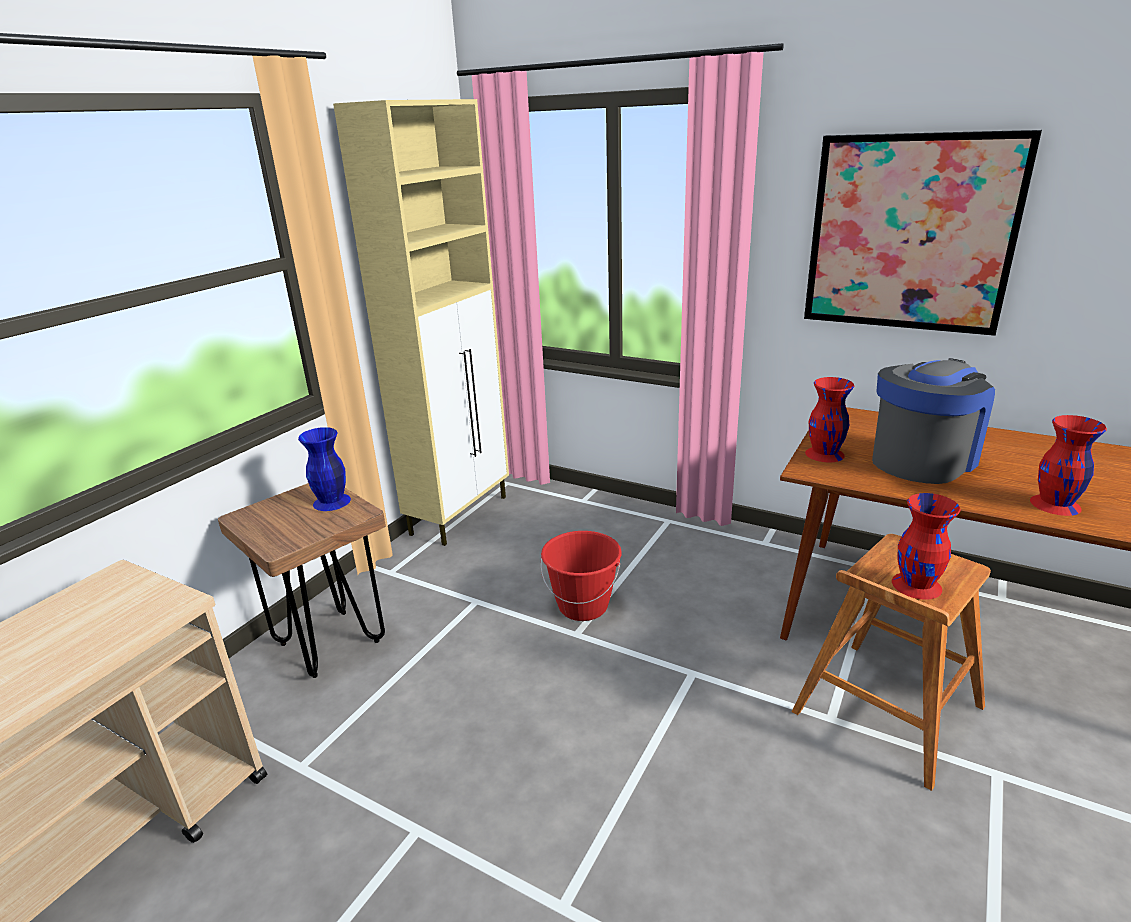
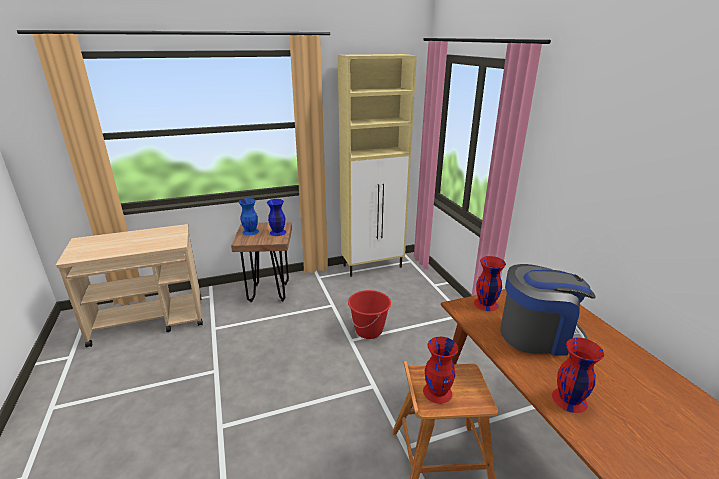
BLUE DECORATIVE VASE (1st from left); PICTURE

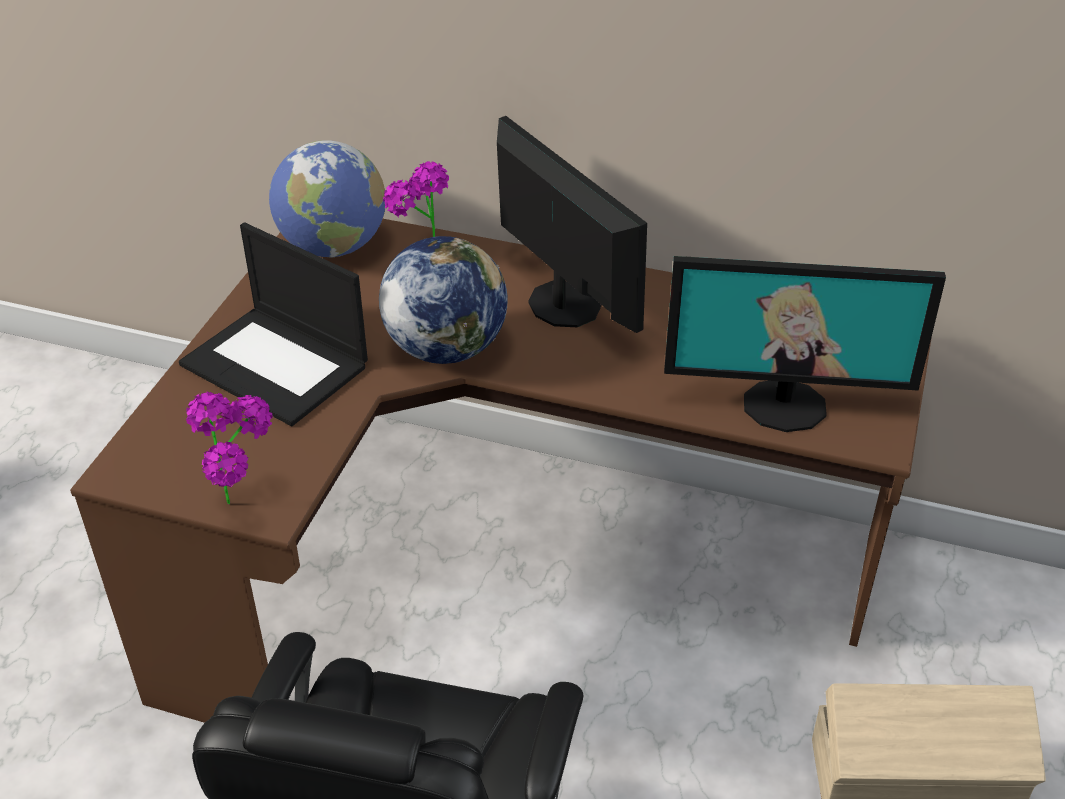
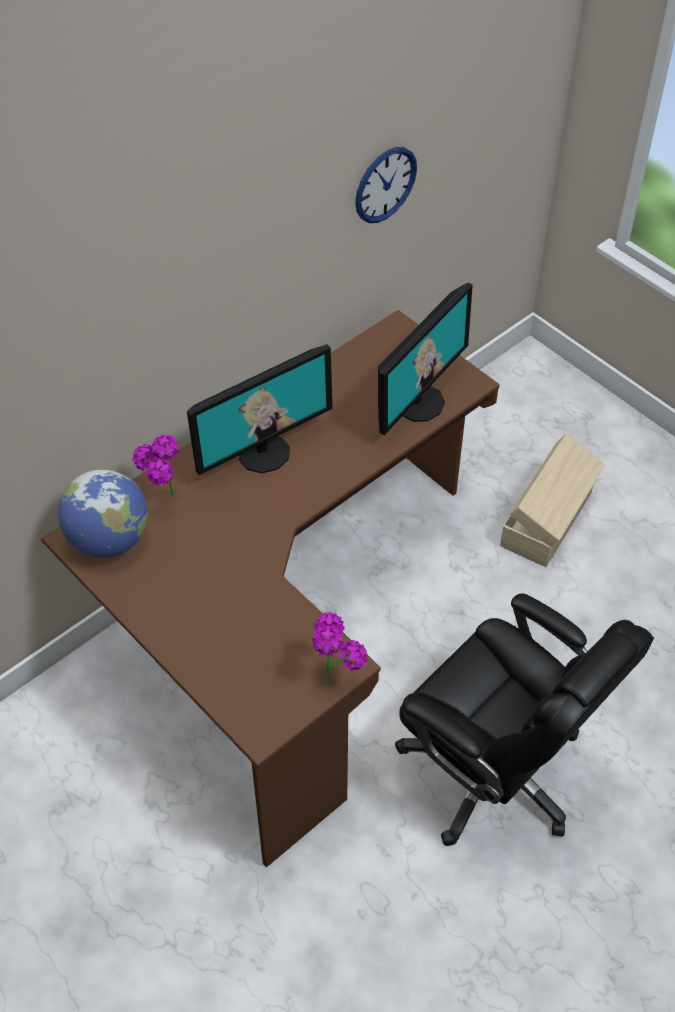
COMPUTER SCREEN (1st from left); WALL CLOCK; LAPTOP; DESK GLOBE (2nd from left in the first image)

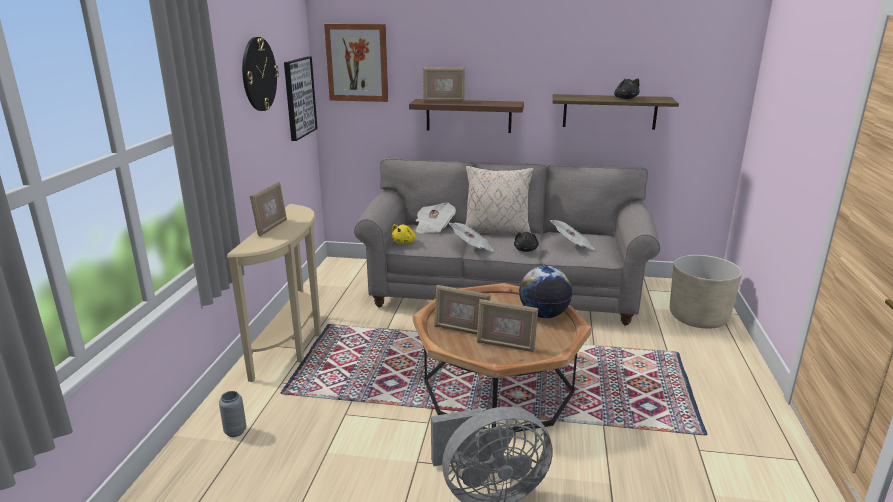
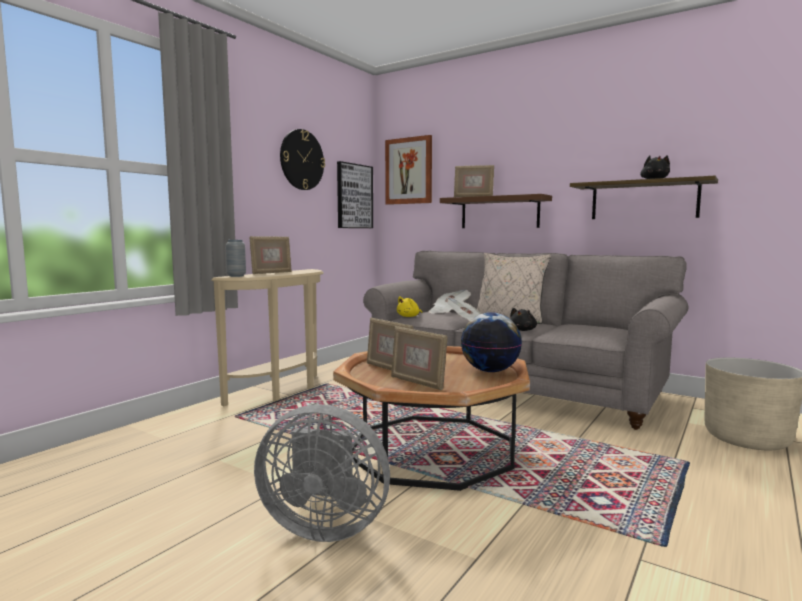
GRAY DECORATIVE VASE; PRINTED PAPER (3rd from left in the first image)

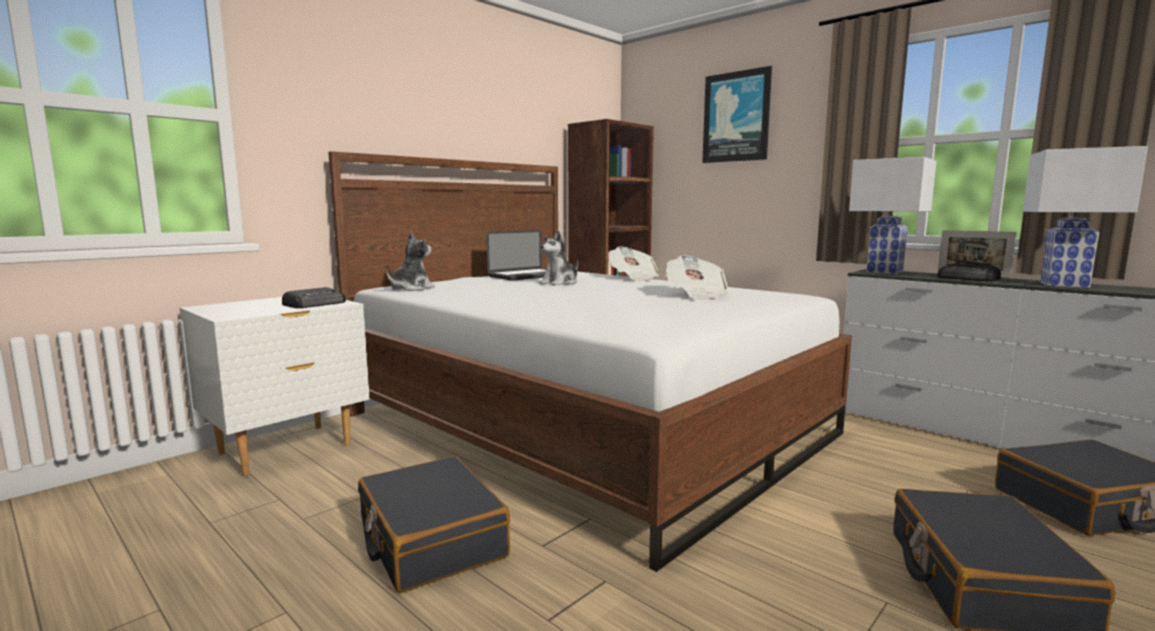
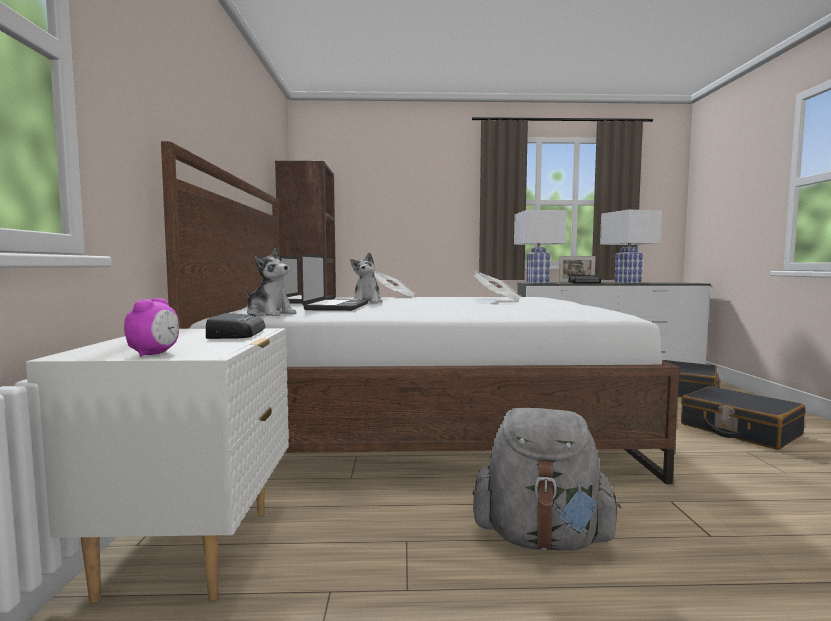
BEDSIDE CLOCK; PLUSH TOY (1st from left); LAPTOP (2nd from left); GRAY KNAPSACK; PICTURE

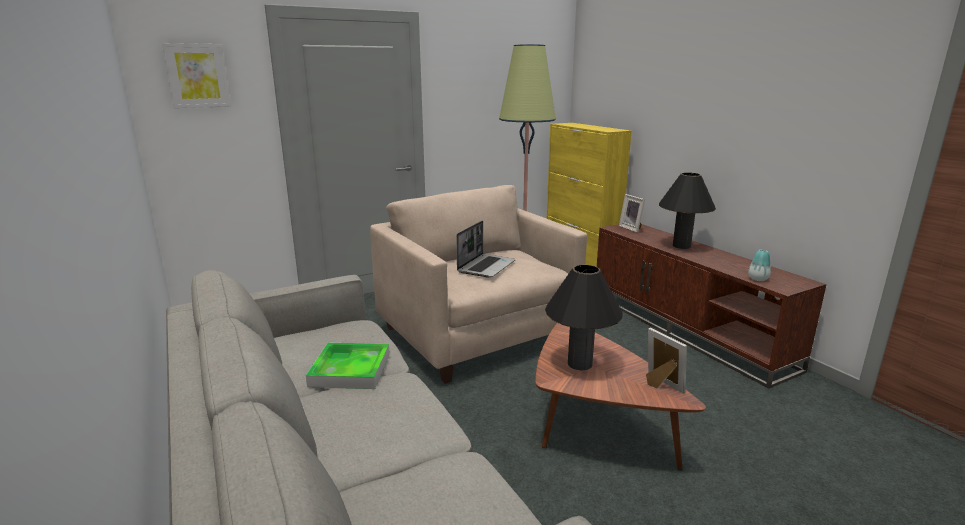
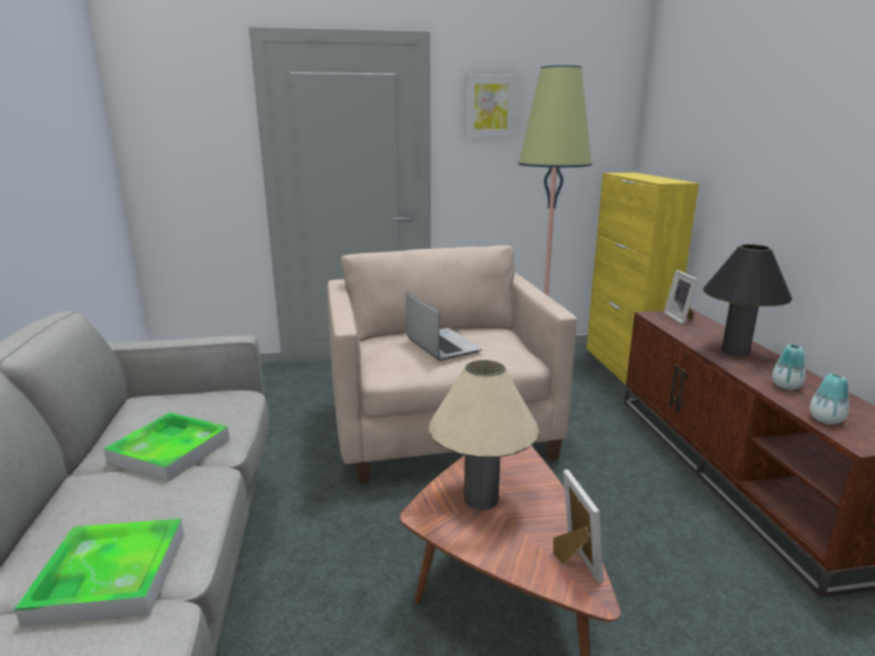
TRAY (1st from left); LAPTOP; BEIGE TABLE LAMP; PICTURE; DECORATIVE VASE (1st from left)

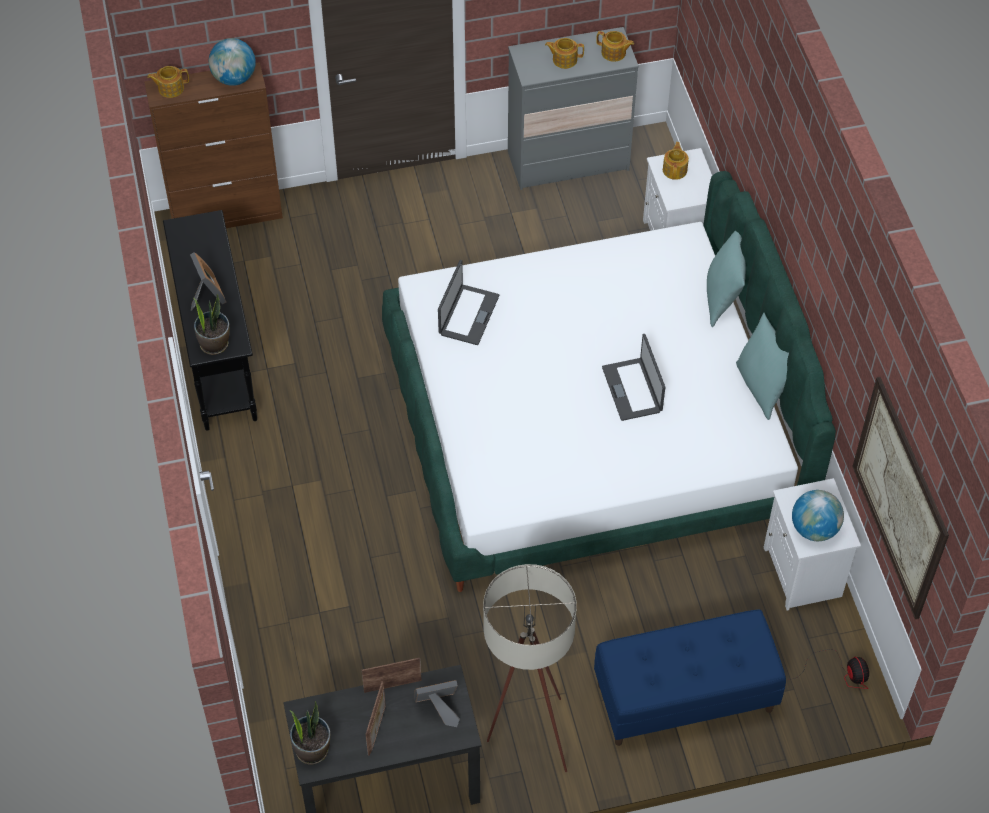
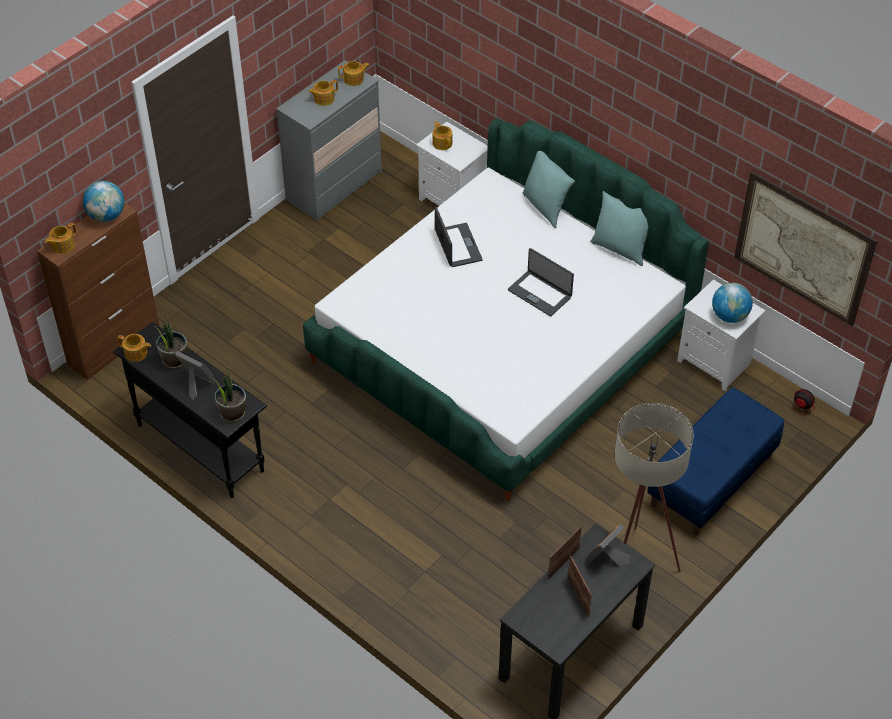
TEAPOT (2nd from left); HOUSEPLANT (1st from left); LAPTOP (1st from left)

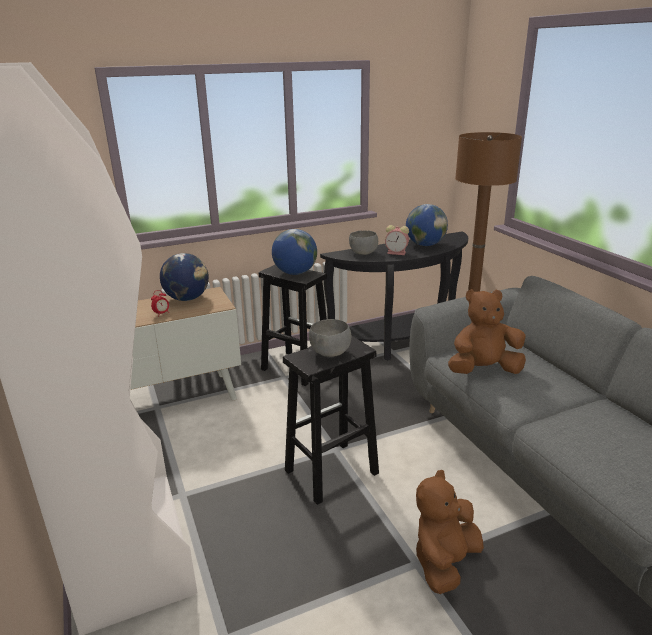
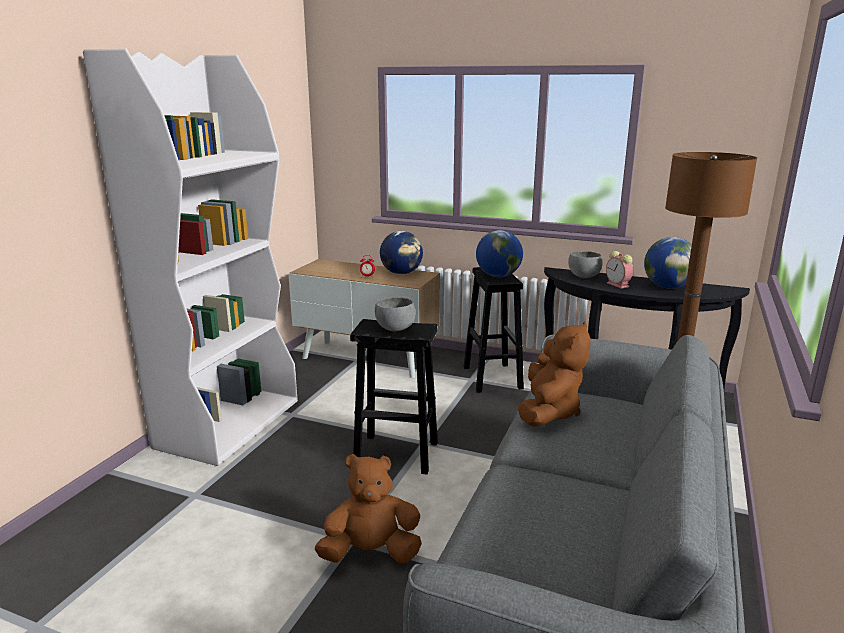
BROWN-COLOURED PLUSH TOY (2nd from left)

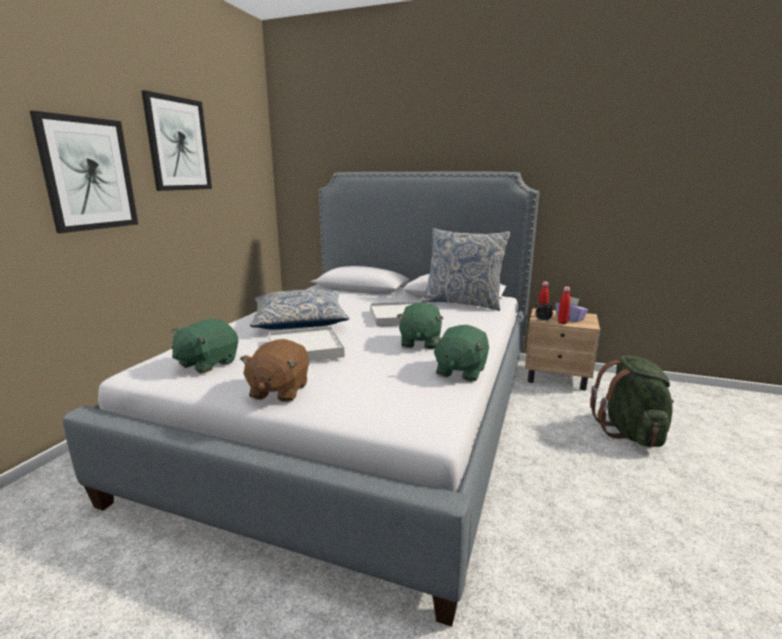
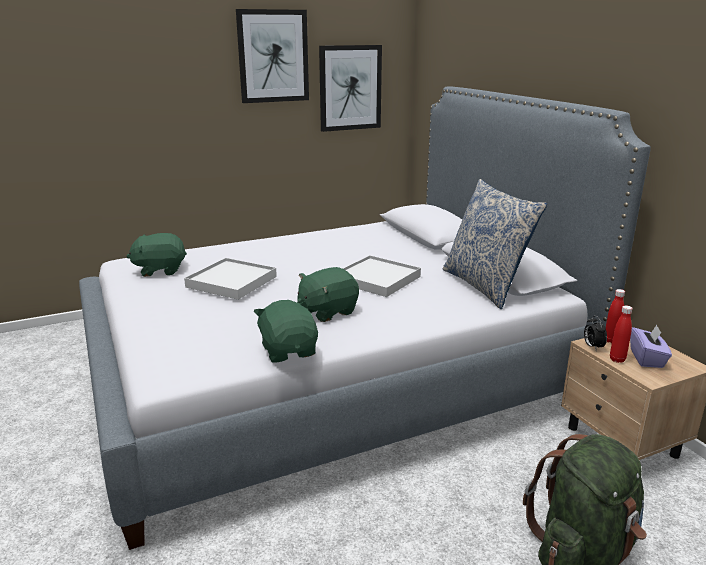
GREEN PLUSH TOY (2nd from left); PICTURE (2nd from left); BROWN-COLOURED PLUSH TOY; THROW PILLOW (1st from left in the first image)

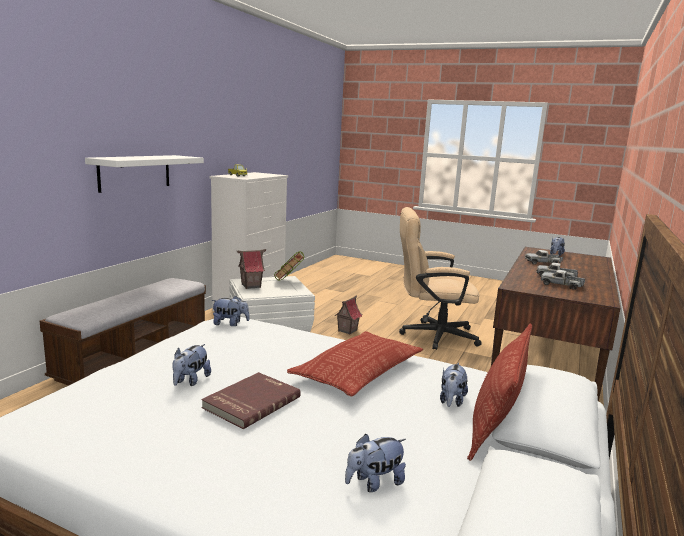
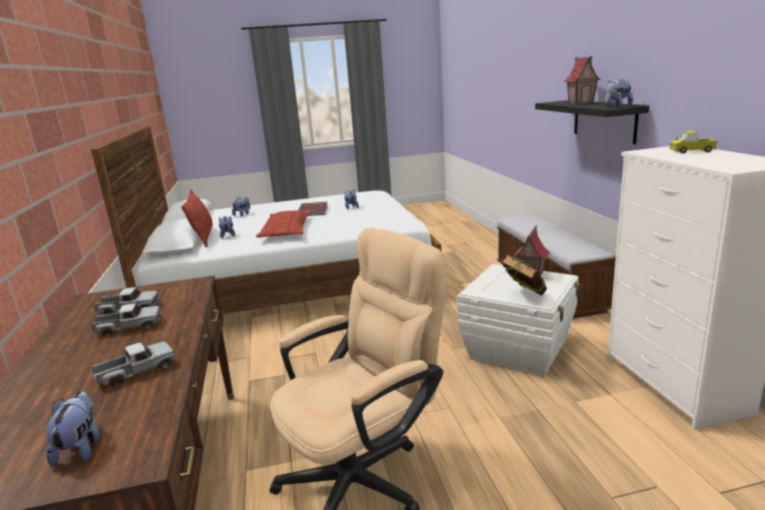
BLACK SHELF; MINIATURE HOUSE (2nd from left); PLUSH TOY (5th from left)

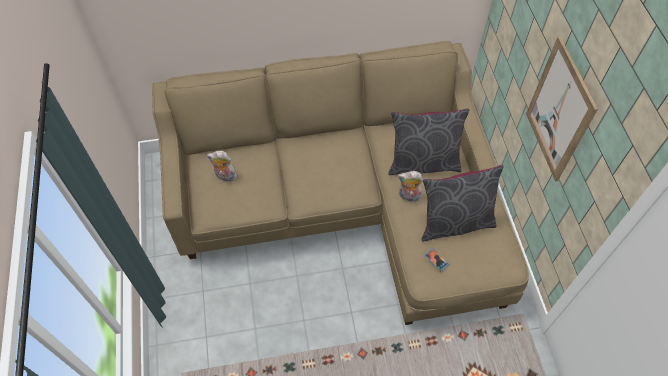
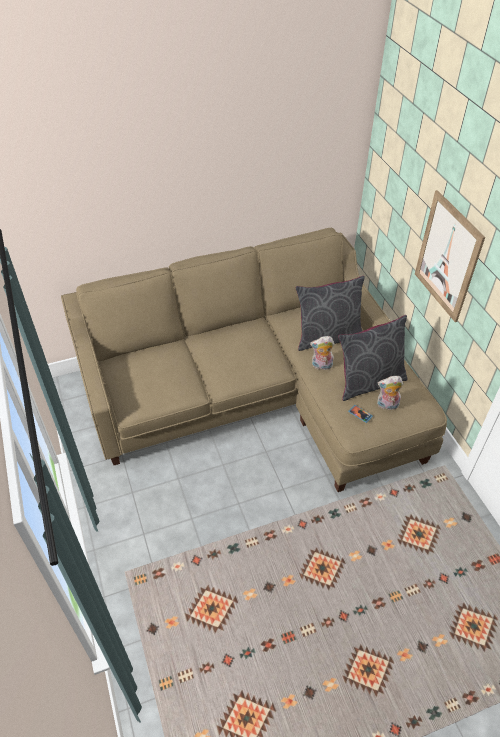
PLUSH TOY (2nd from left)

